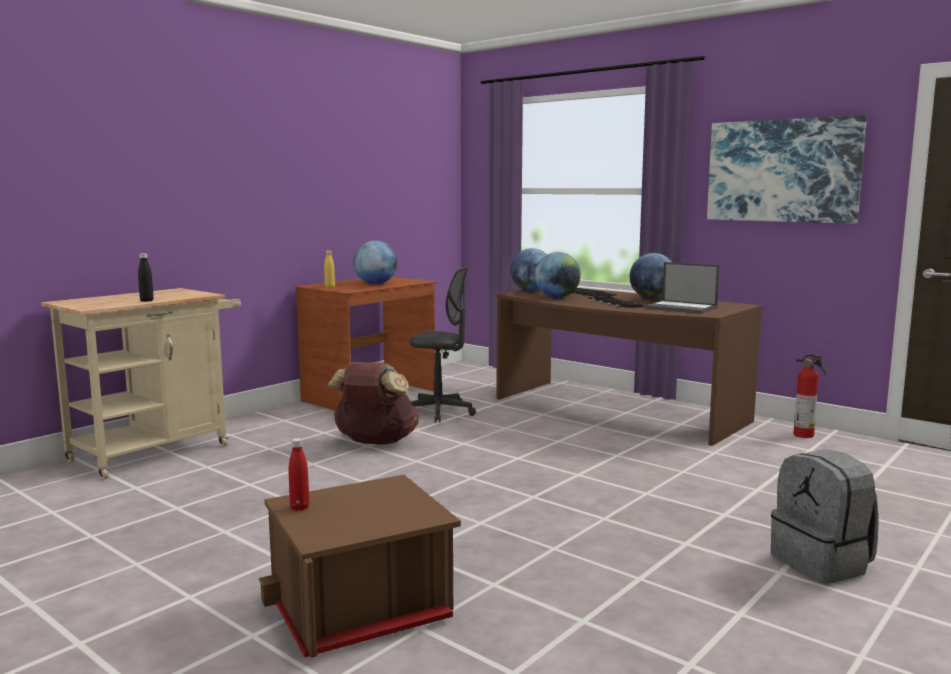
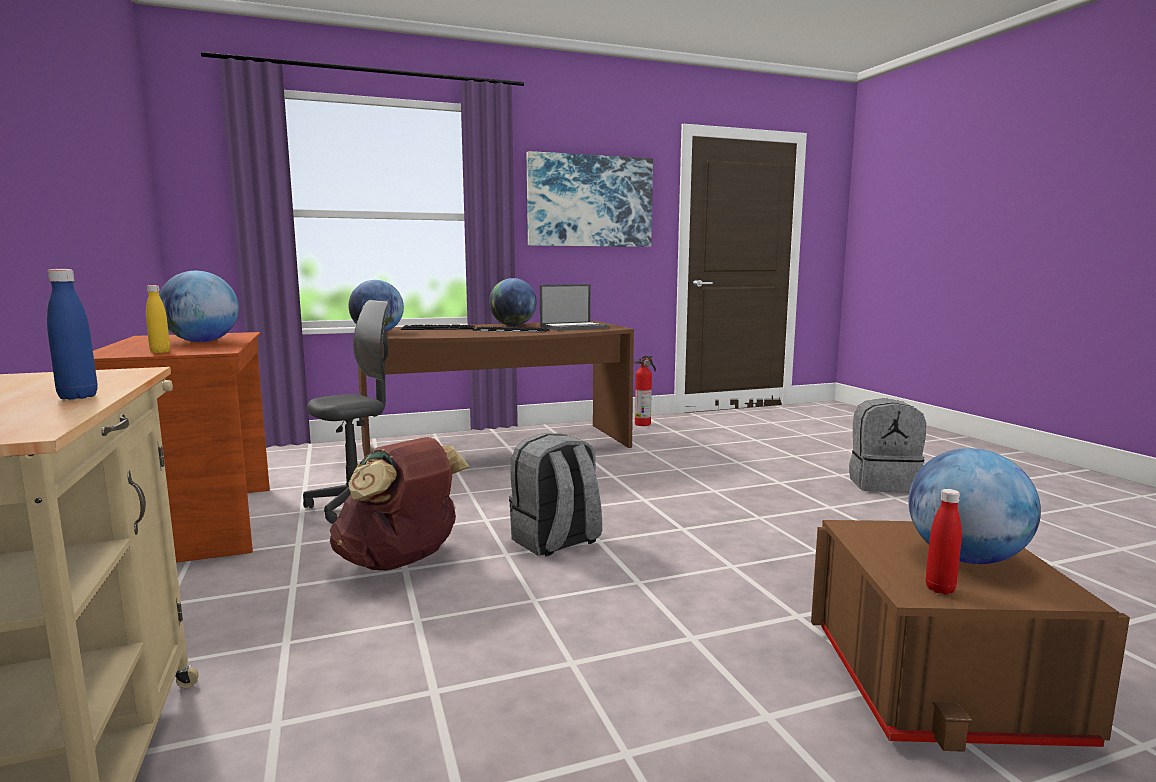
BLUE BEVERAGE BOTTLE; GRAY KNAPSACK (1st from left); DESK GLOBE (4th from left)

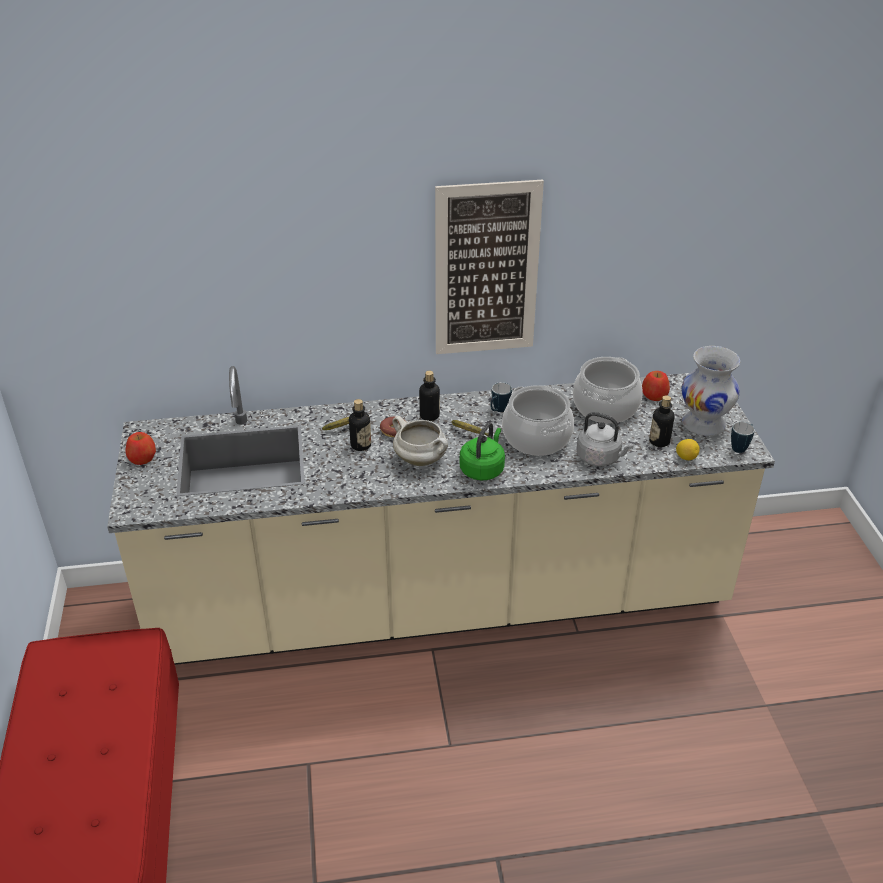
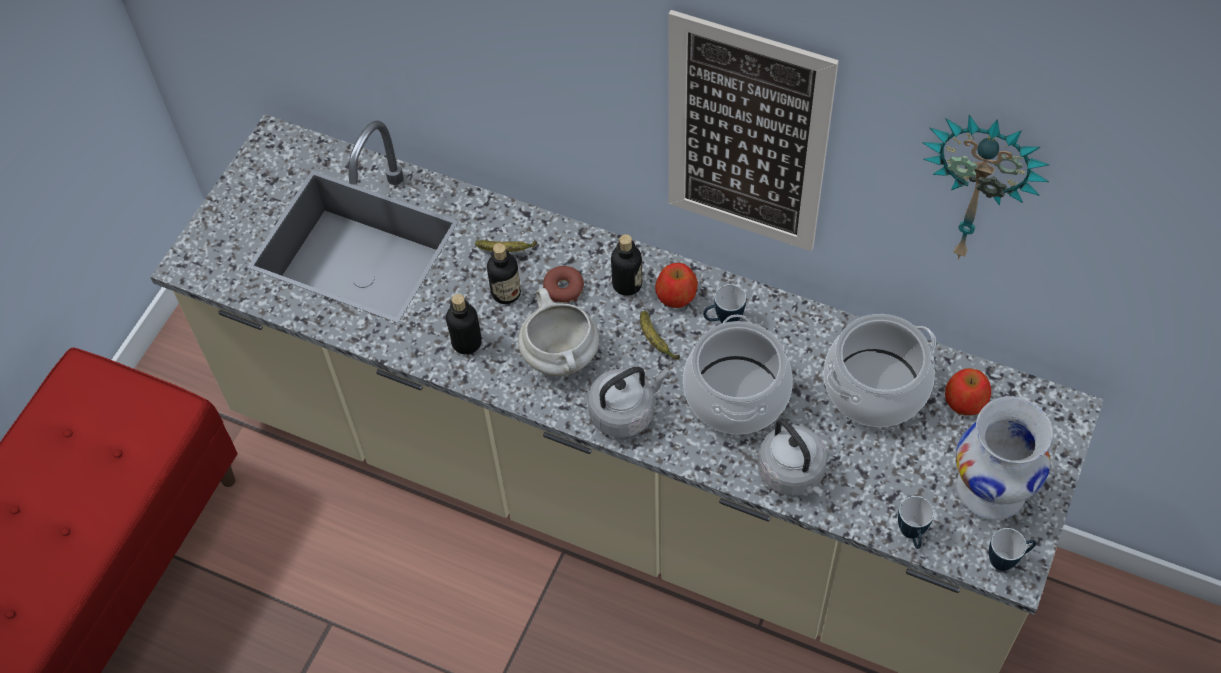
BEVERAGE BOTTLE (1st from left); GRAY TEA KETTLE (1st from left); APPLE (1st from left); COFFEE MUG (2nd from left); WALL CLOCK

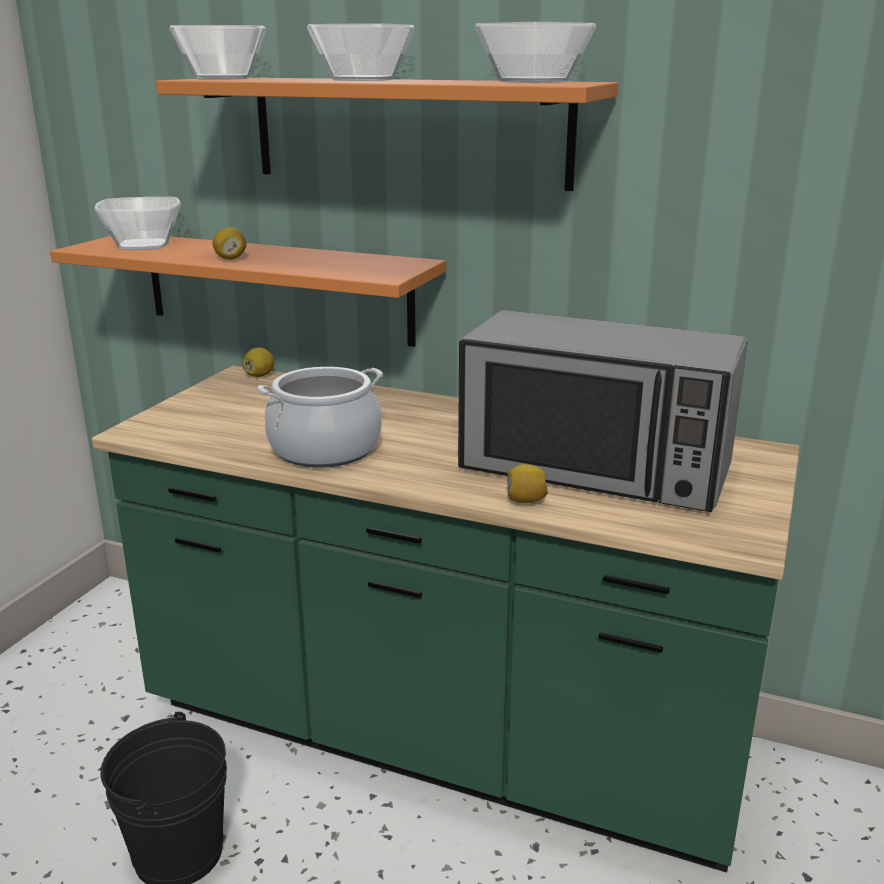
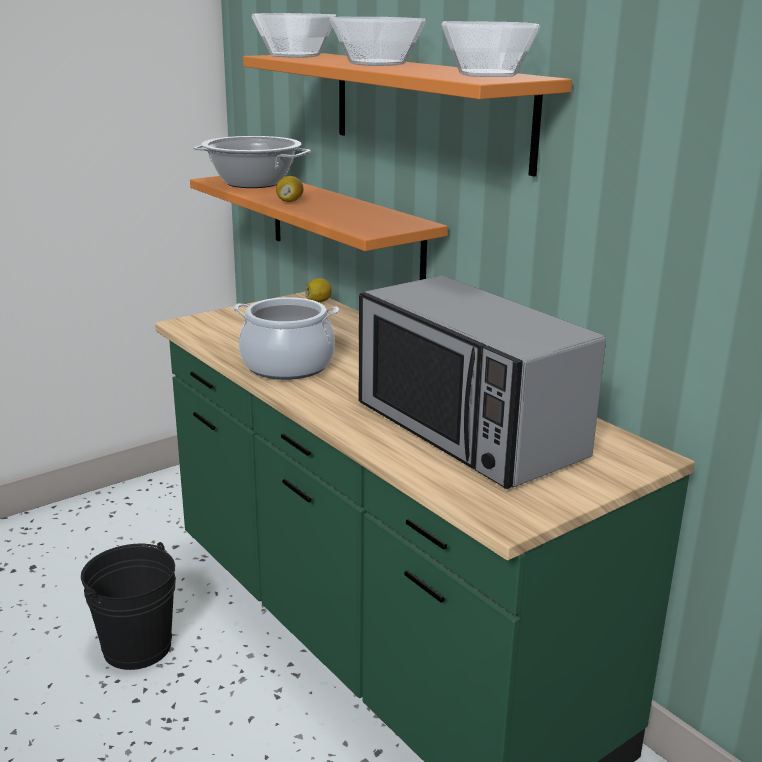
COOKING POT (1st from left); LEMON (3rd from left in the first image)

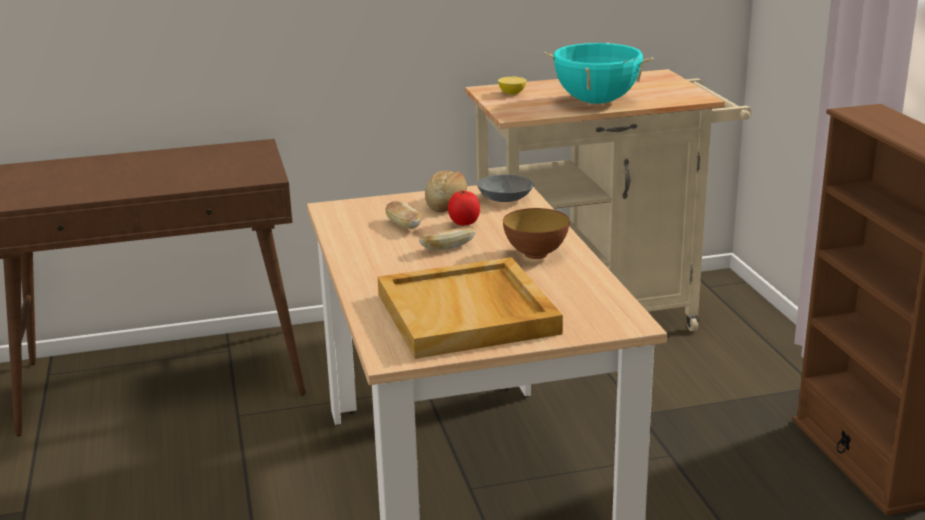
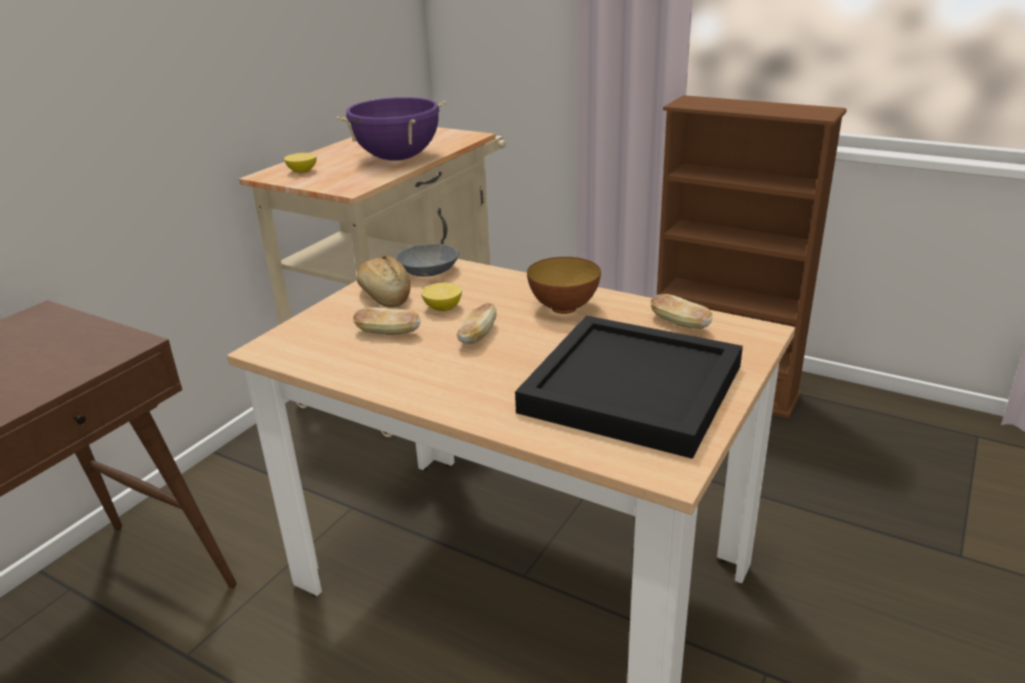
PURPLISH COOKING POT; LEMON (2nd from left); BLACK TRAY; BAKED BREAD (4th from left)

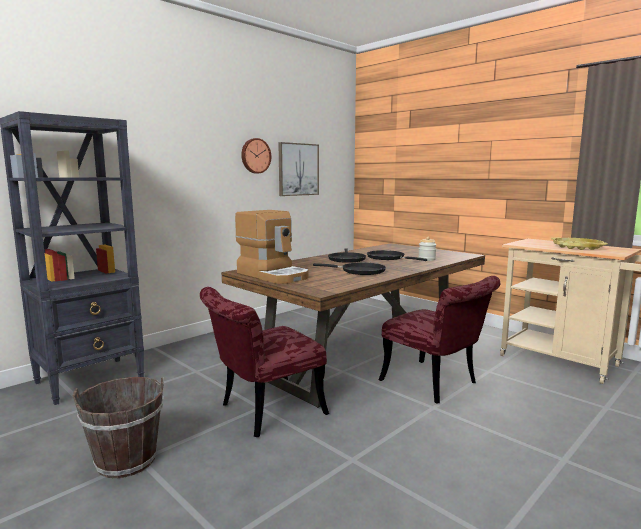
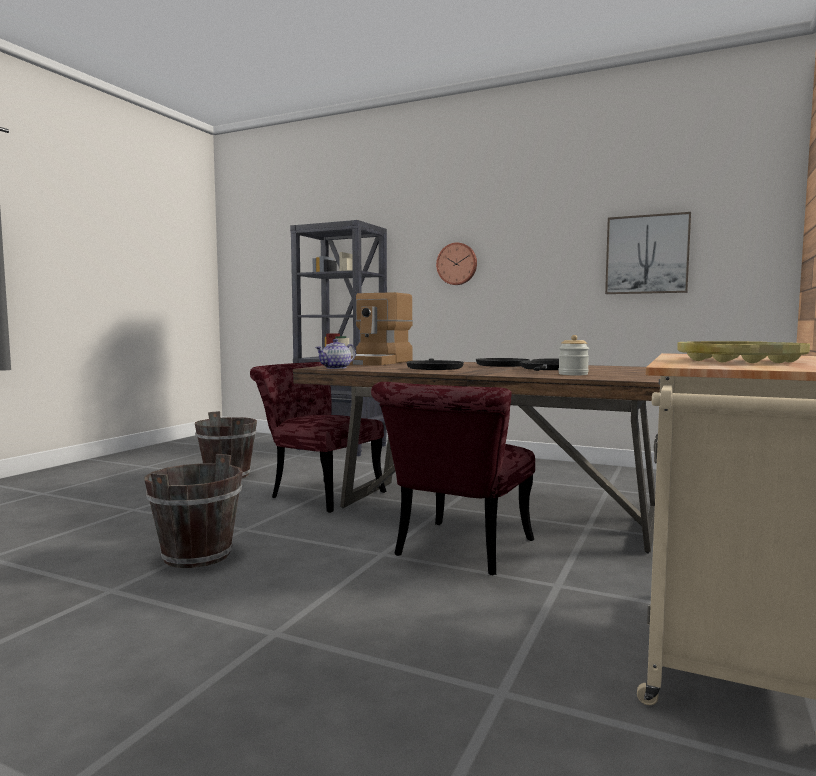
BROWN-COLOURED BUCKET (1st from left); TEAPOT; WALL CLOCK

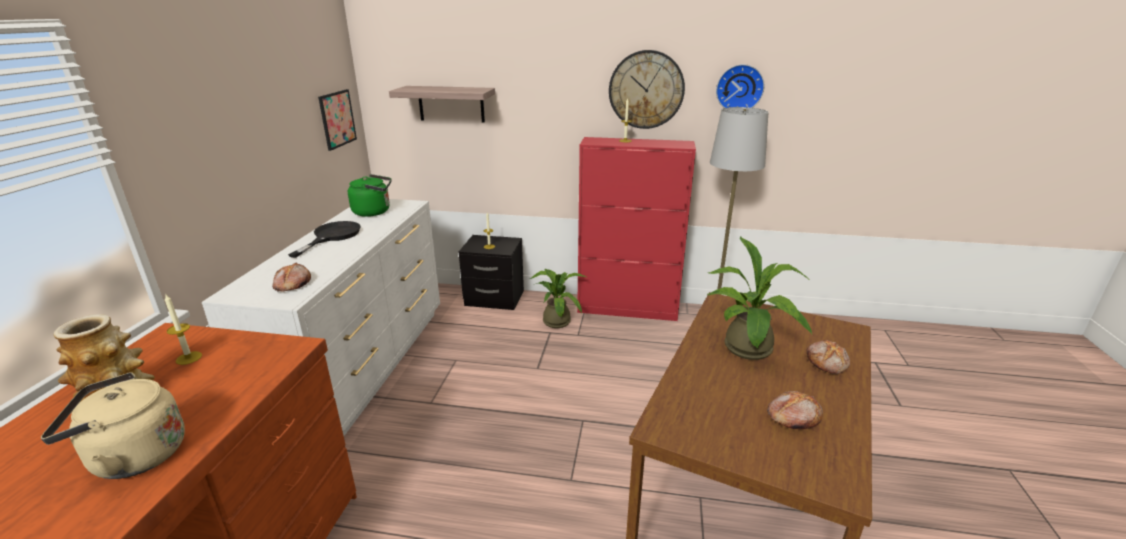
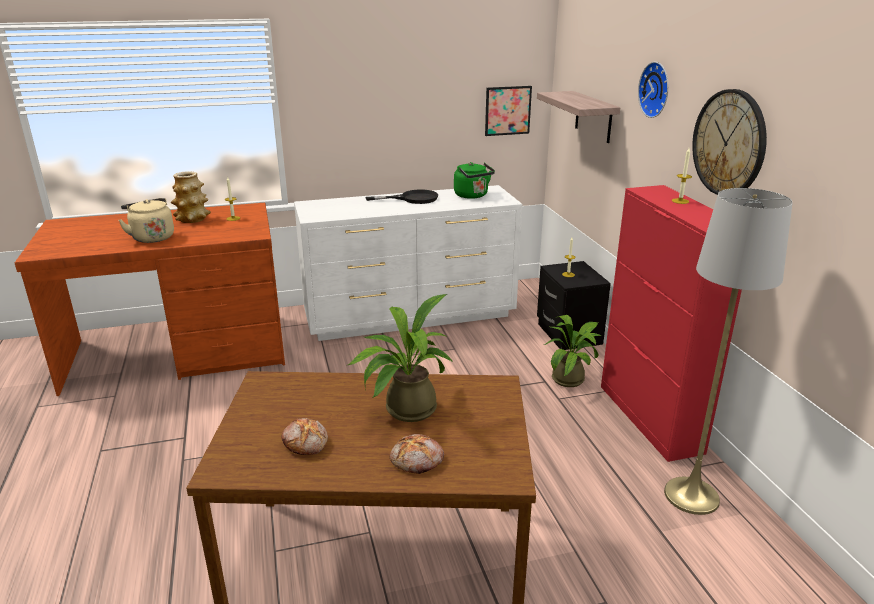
WALL CLOCK (1st from left); BAKED BREAD (1st from left in the first image)

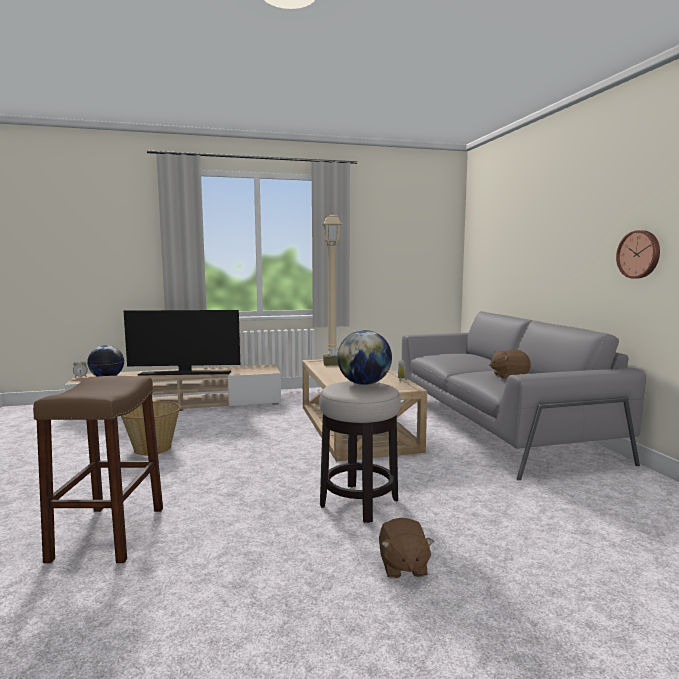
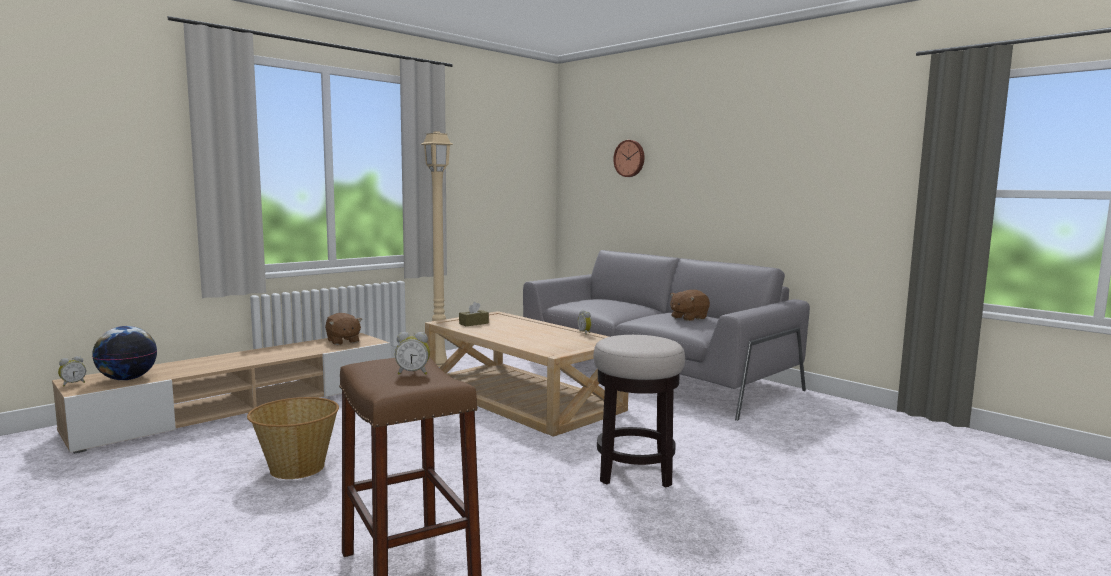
BROWN-COLOURED PLUSH TOY (1st from left); BEDSIDE CLOCK (2nd from left); WALL CLOCK; TV SET; DESK GLOBE (2nd from left in the first image)

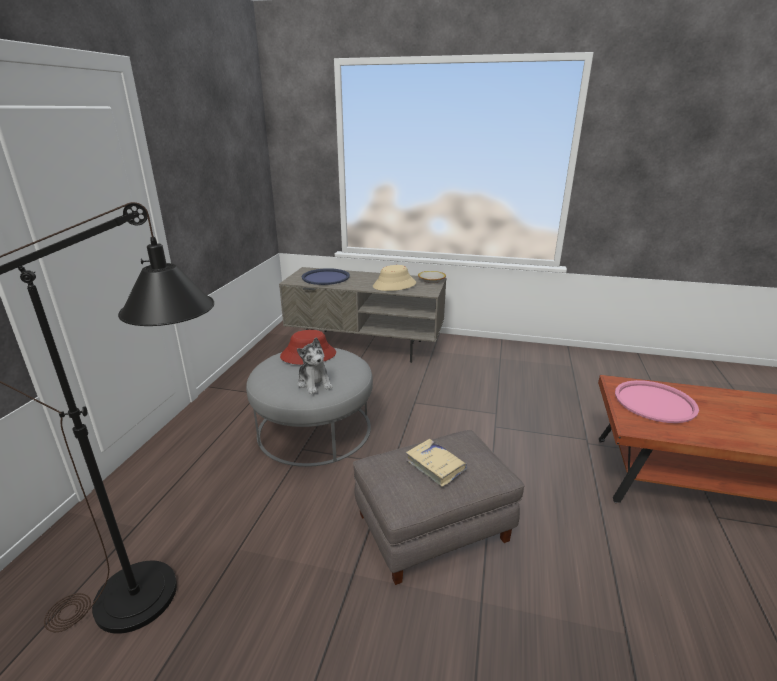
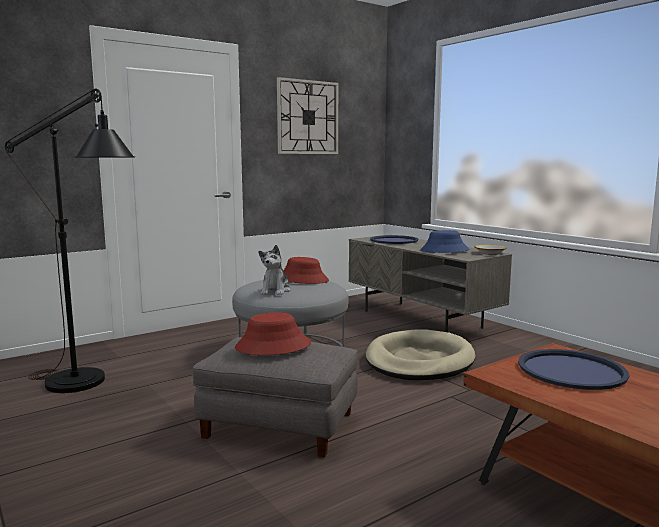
RED CLOTHING HAT (1st from left); WALL CLOCK; BEIGE PET BED; BLUE CLOTHING HAT; BLUE TRAY (2nd from left)

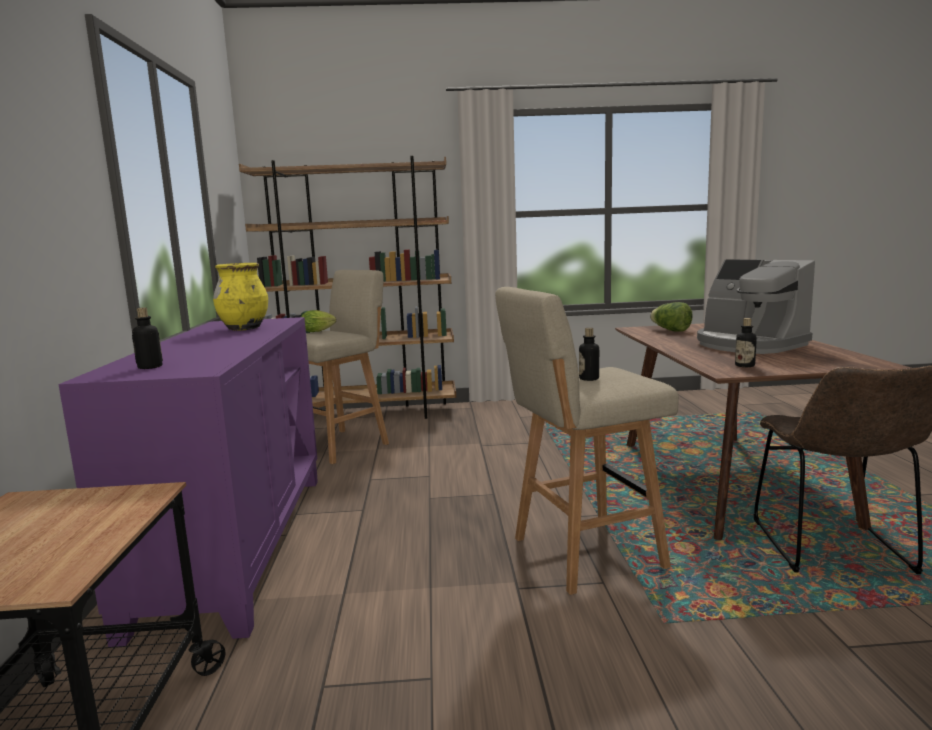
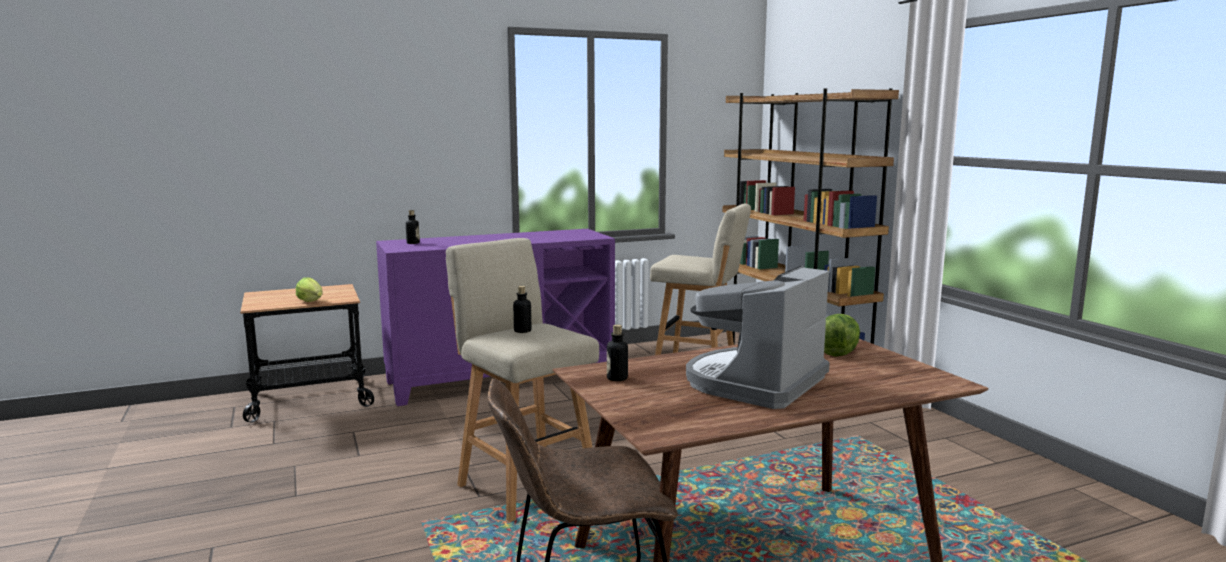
LETTUCE (1st from left); YELLOW-COLOURED DECORATIVE VASE

